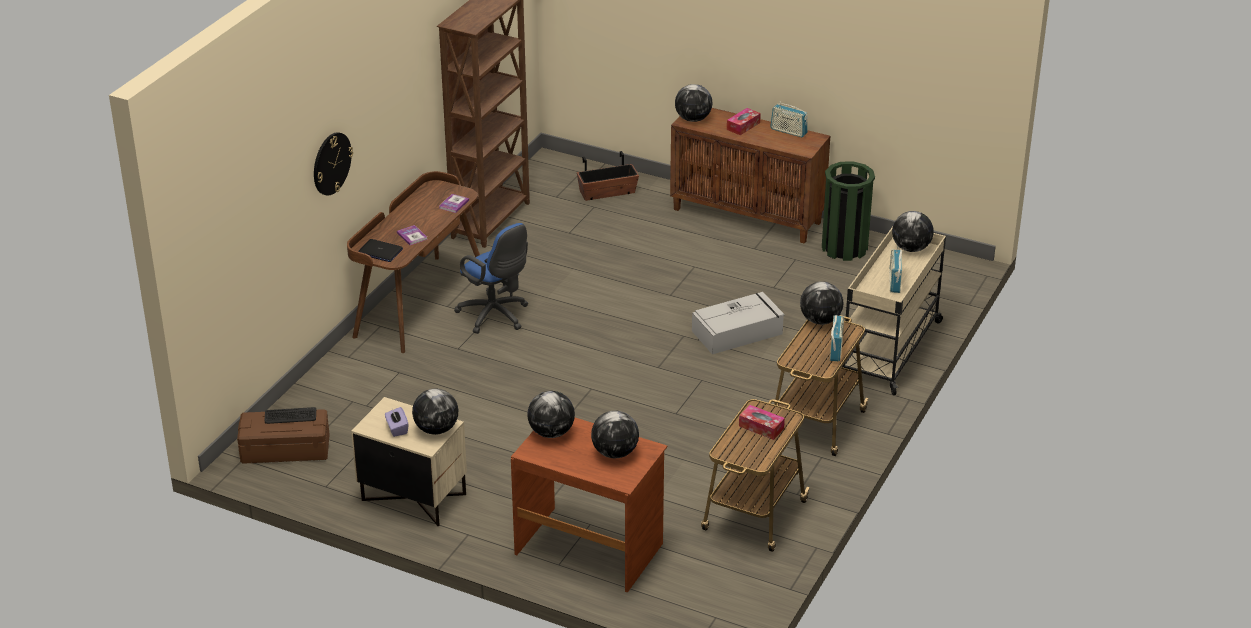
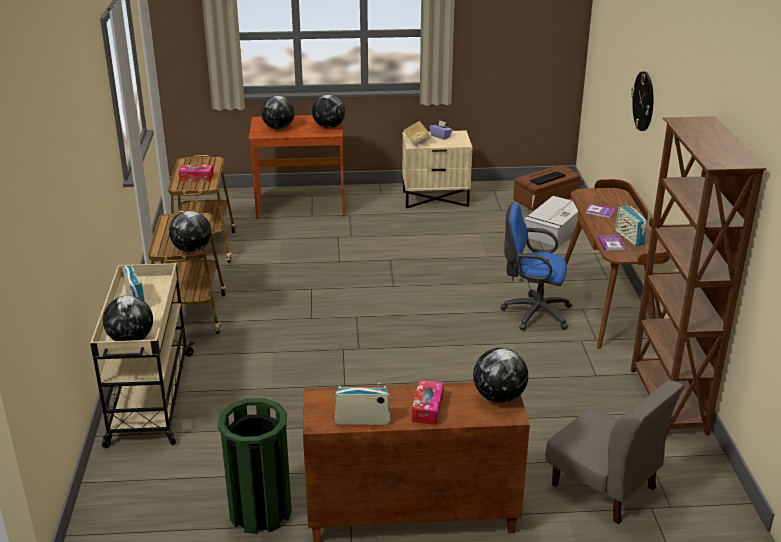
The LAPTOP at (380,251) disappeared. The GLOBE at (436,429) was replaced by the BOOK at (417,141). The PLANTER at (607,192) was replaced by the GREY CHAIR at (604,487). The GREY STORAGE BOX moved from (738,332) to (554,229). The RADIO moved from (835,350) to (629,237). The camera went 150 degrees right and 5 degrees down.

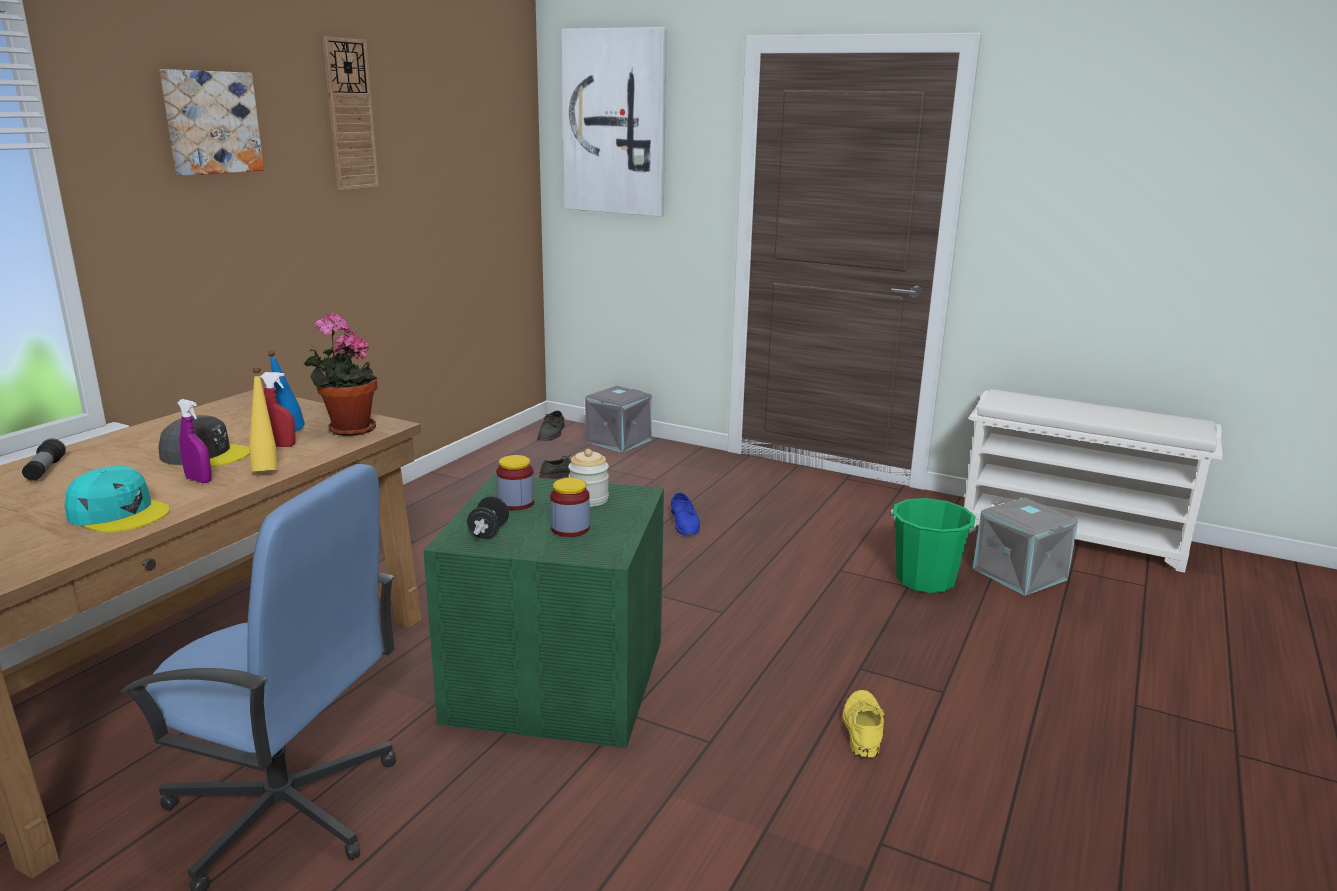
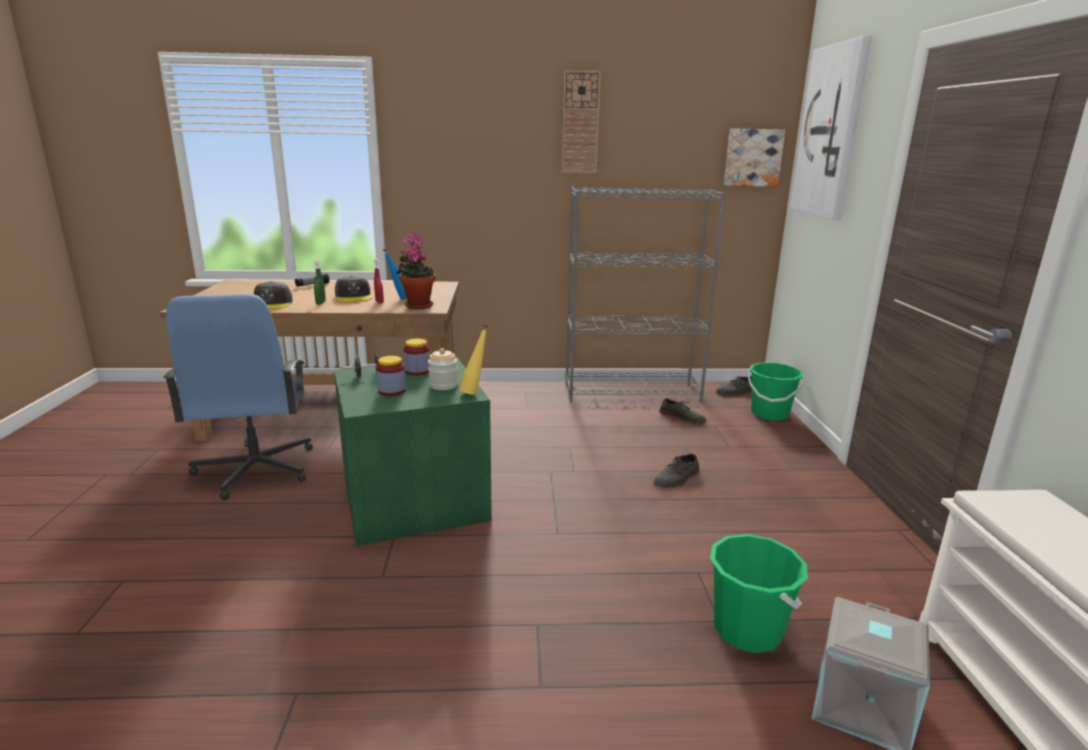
The TURQUOISE CAP at (119,513) became the GREY CAP at (272,304). The PICTURE moved from (210,122) to (752,157). The PURPLE SPRAY BOTTLE at (199,480) became the GREEN SPRAY BOTTLE at (320,303). The YELLOW BOTTLE moved from (266,469) to (475,392). The GREY STORAGE BOX at (618,440) was replaced by the GREEN BUCKET at (769,414). The BLUE SHOE at (685,522) became the GREY SHOE at (677,478). The YELLOW SHOE at (862,727) disappeared. The GREY BOOKCASE at (632,392) appeared. The camera went 60 degrees right and 0 degrees up.

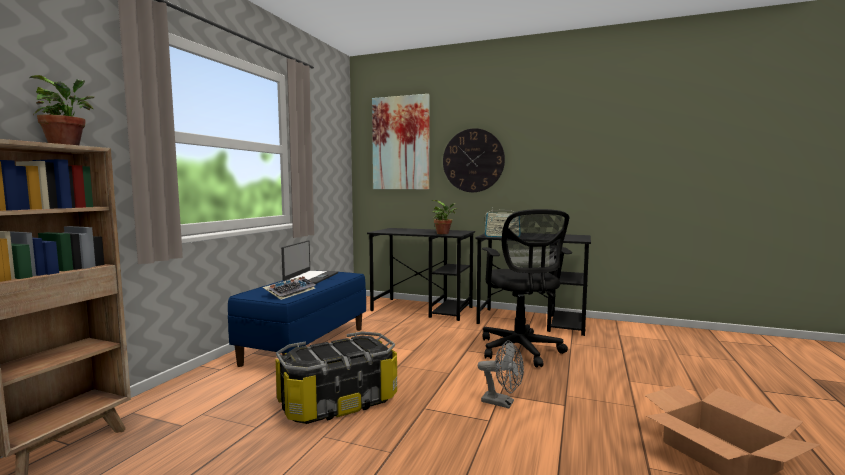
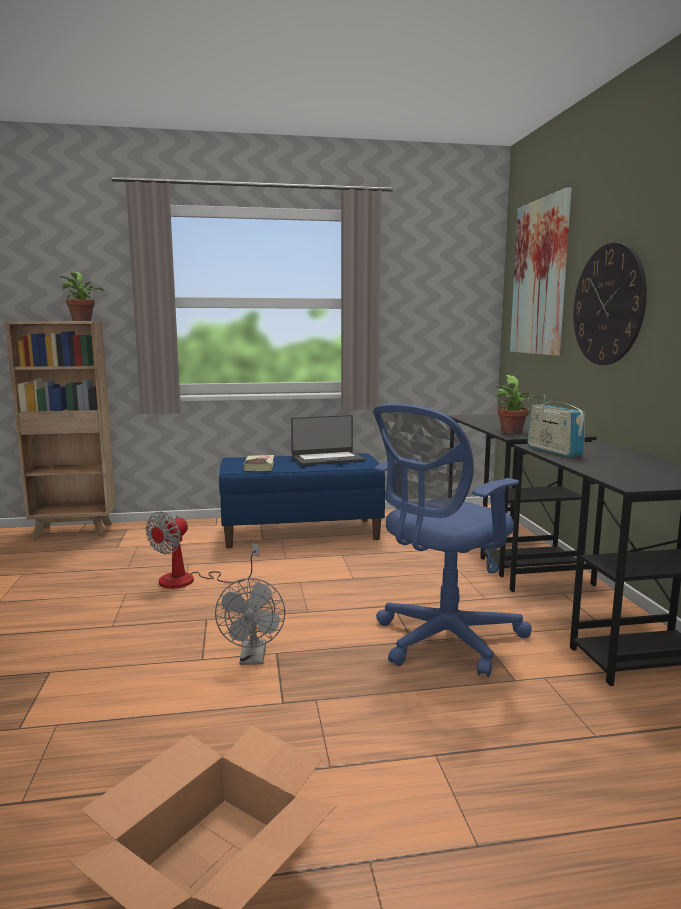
The KEYBOARD at (290,292) was replaced by the BOOK at (259,466). The STORAGE BOX at (338,402) was replaced by the FAN at (190,580). The BLACK OFFICE CHAIR at (521,351) became the BLUE OFFICE CHAIR at (442,641). The camera went 60 degrees right and 5 degrees up.

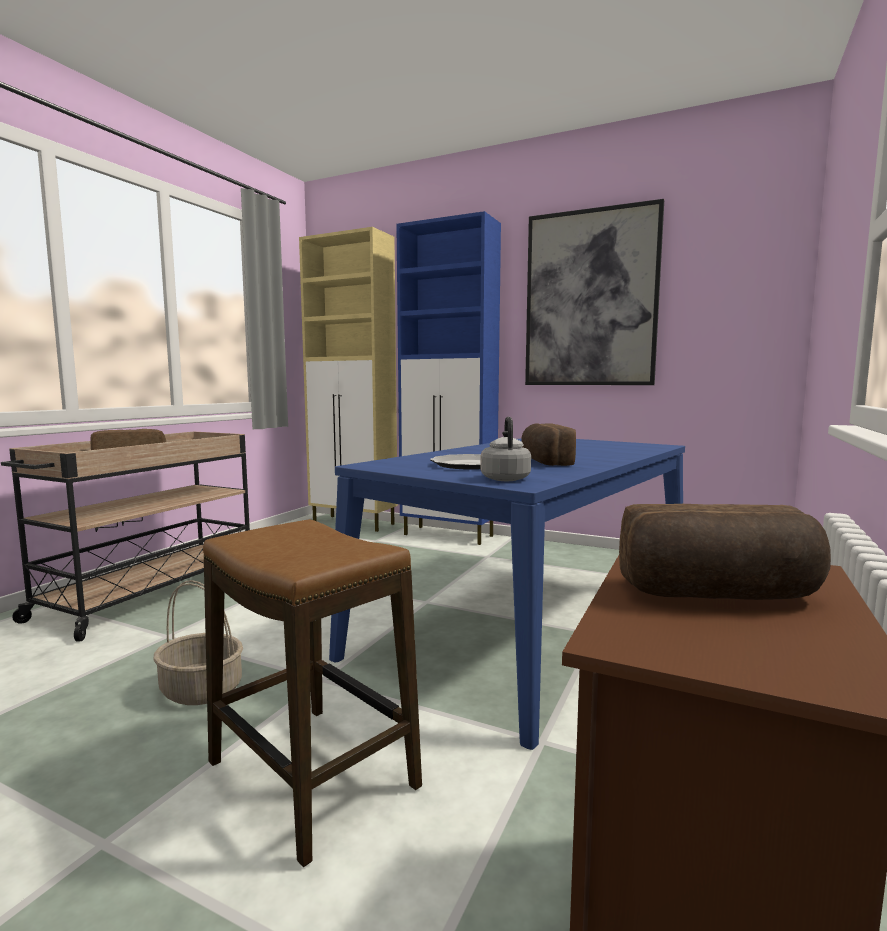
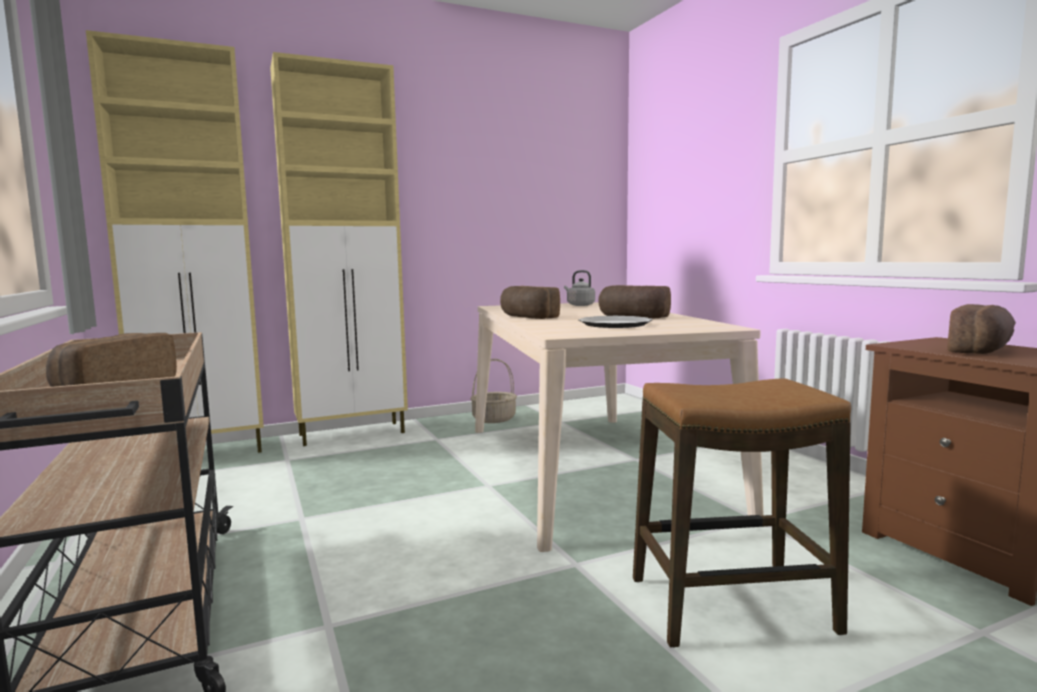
The BASKET moved from (202,690) to (494,419). The BLUE DINING TABLE at (530,621) became the BEIGE DINING TABLE at (587,467). The BLUE CABINET at (449,535) became the BEIGE CABINET at (353,433). The GREY KETTLE moved from (505,478) to (579,305). The PICTURE at (590,299) disappeared. The BREAD at (527,317) appeared. The camera went 50 degrees left and 0 degrees up.

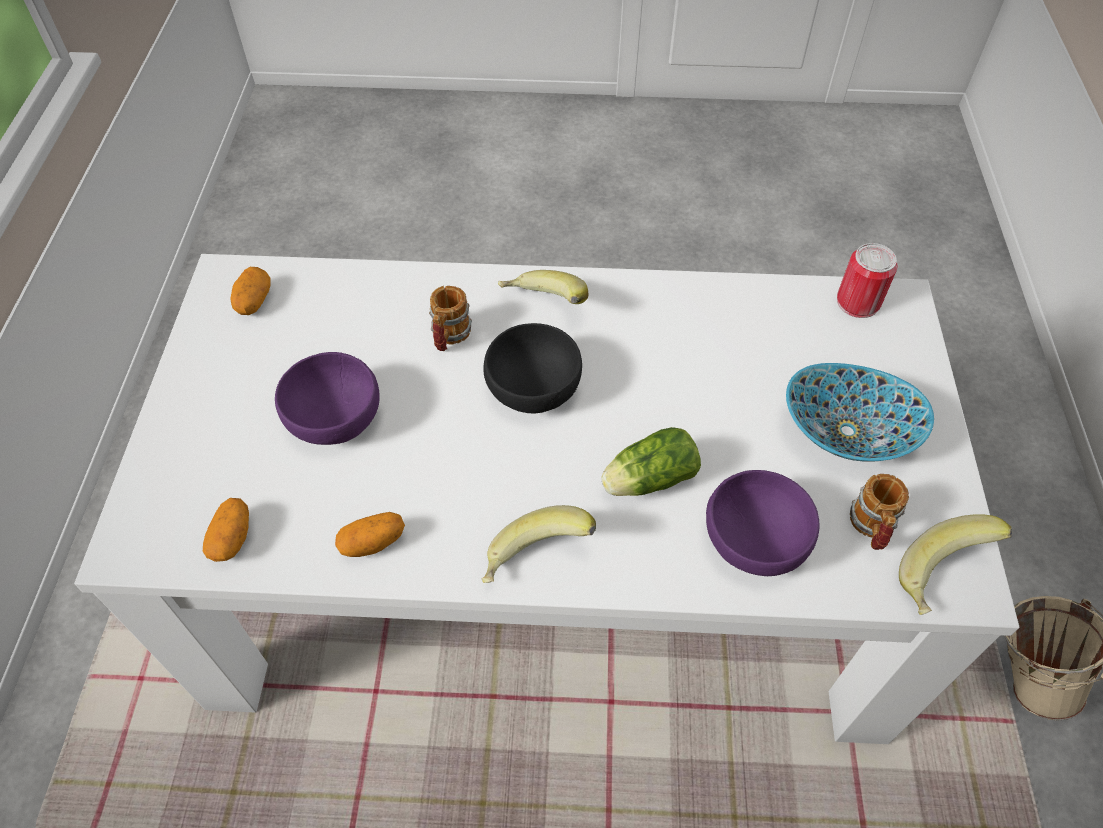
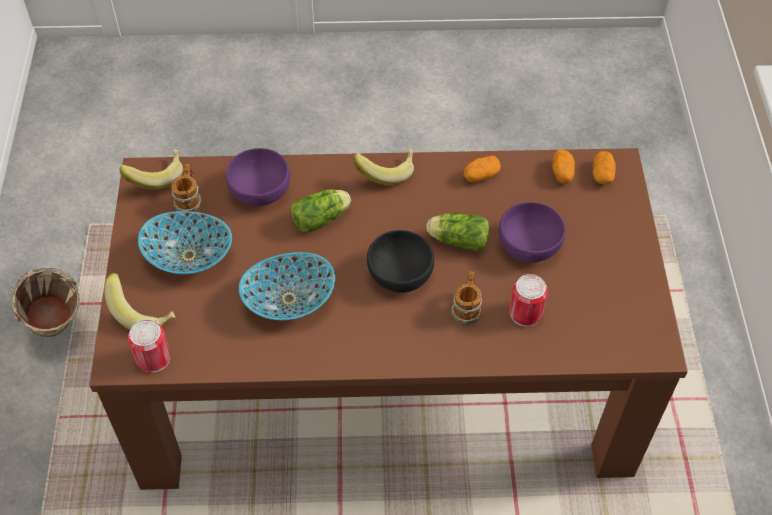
The WHITE DINING TABLE at (551,573) became the BROWN DINING TABLE at (384,377). The POTATO moved from (253,301) to (602,174). The BANANA moved from (542,306) to (142,312). The BOWL at (289,300) appeared. The LETTUCE at (456,240) appeared. The CAN at (525,313) appeared. The camera went 175 degrees right and 0 degrees up.

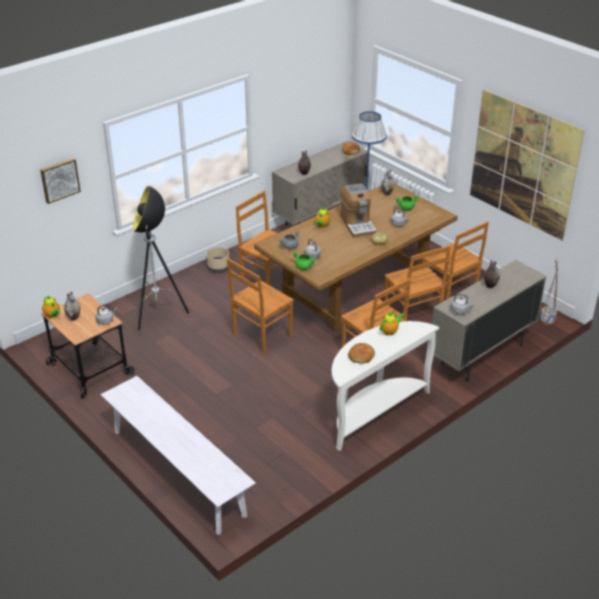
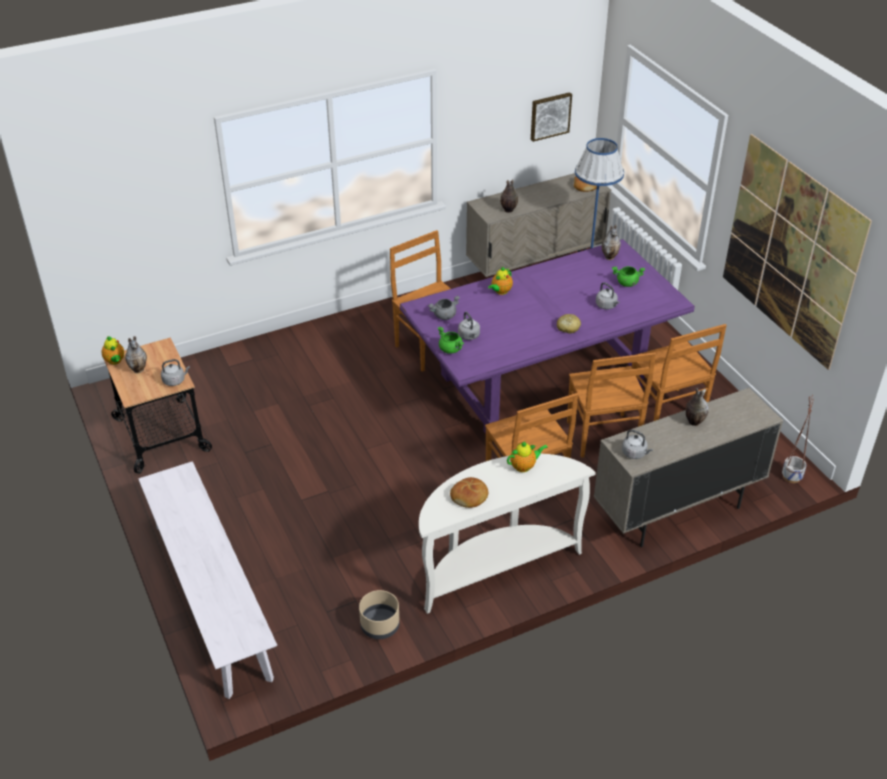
The PICTURE moved from (59,180) to (549,115). The FLOOR LAMP at (158,314) disappeared. The BEIGE PLANTER moved from (218,268) to (379,625). The BROWN CHAIR at (261,336) disappeared. The BROWN DINING TABLE at (355,288) became the PURPLE DINING TABLE at (541,380). The COFFEE MACHINE at (357,224) disappeared. The camera went 15 degrees right and 5 degrees up.

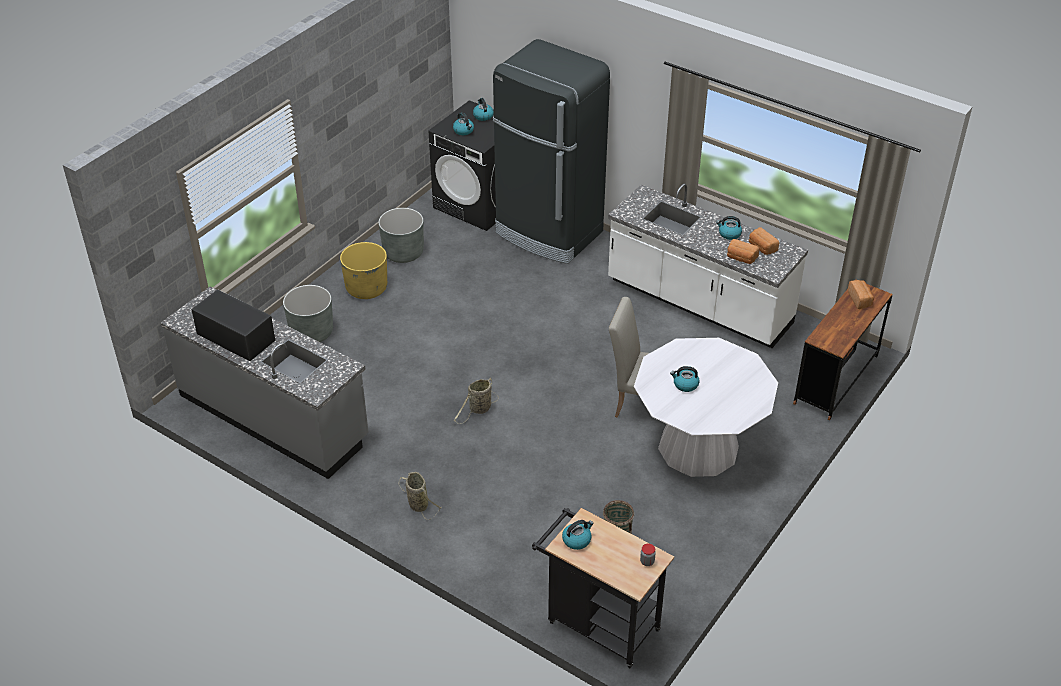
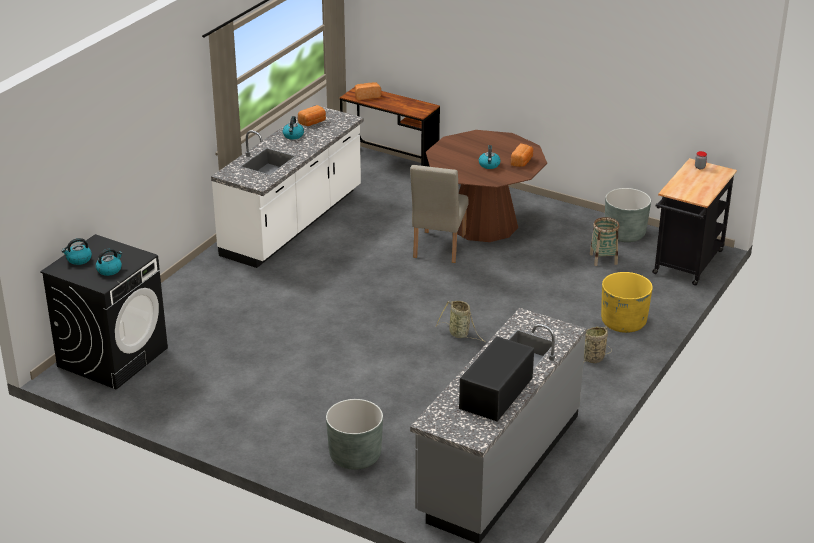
The YELLOW PLANTER moved from (366,288) to (623,322). The GREY PLANTER moved from (403,252) to (624,234). The BLACK FRIDGE at (548,233) disappeared. The KETTLE at (577,540) disappeared. The WHITE DINING TABLE at (698,447) became the BROWN DINING TABLE at (483,224). The BREAD moved from (741,258) to (522,162). The camera went 95 degrees left and 10 degrees down.

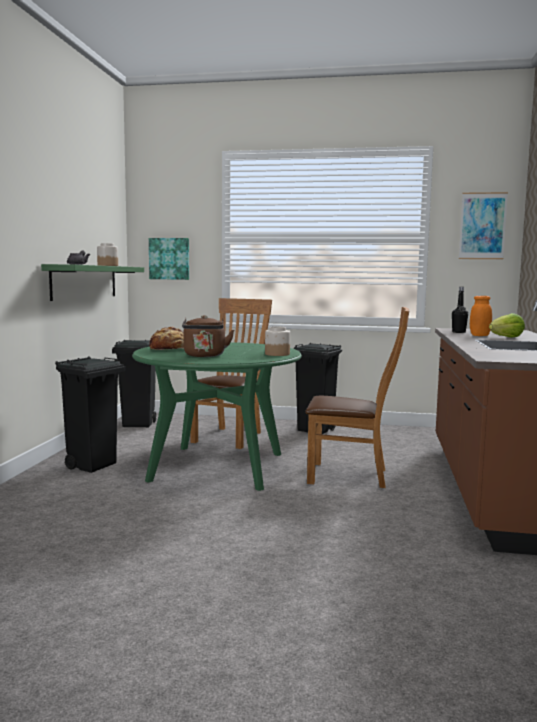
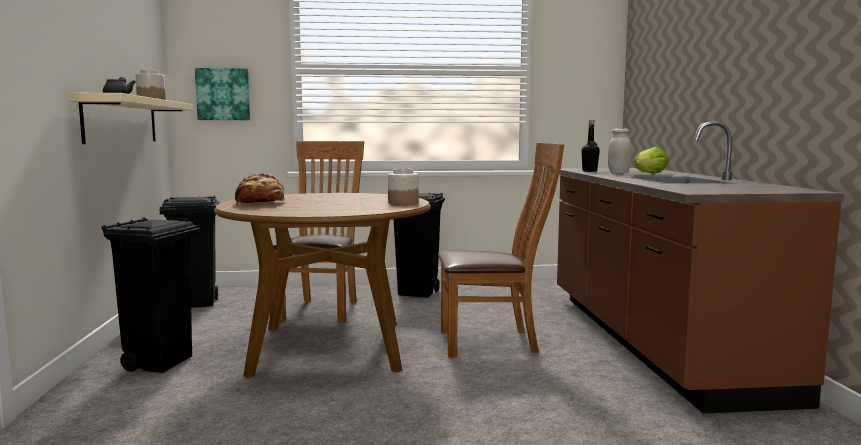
The GREEN SHELF at (85,282) became the BEIGE SHELF at (121,121). The GREEN DINING TABLE at (217,467) became the BROWN DINING TABLE at (328,347). The BROWN KETTLE at (204,356) disappeared. The PICTURE at (482,226) disappeared. The ORANGE JAR at (480,335) became the WHITE JAR at (618,173). The camera went 15 degrees left and 0 degrees up.

